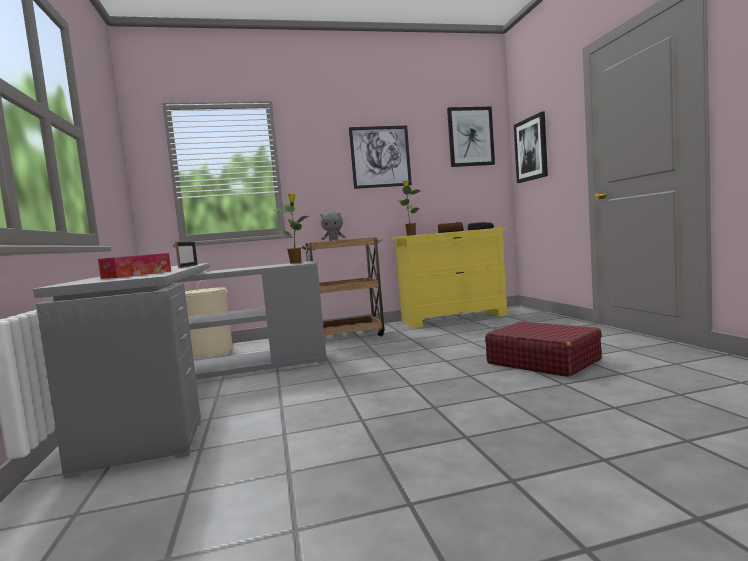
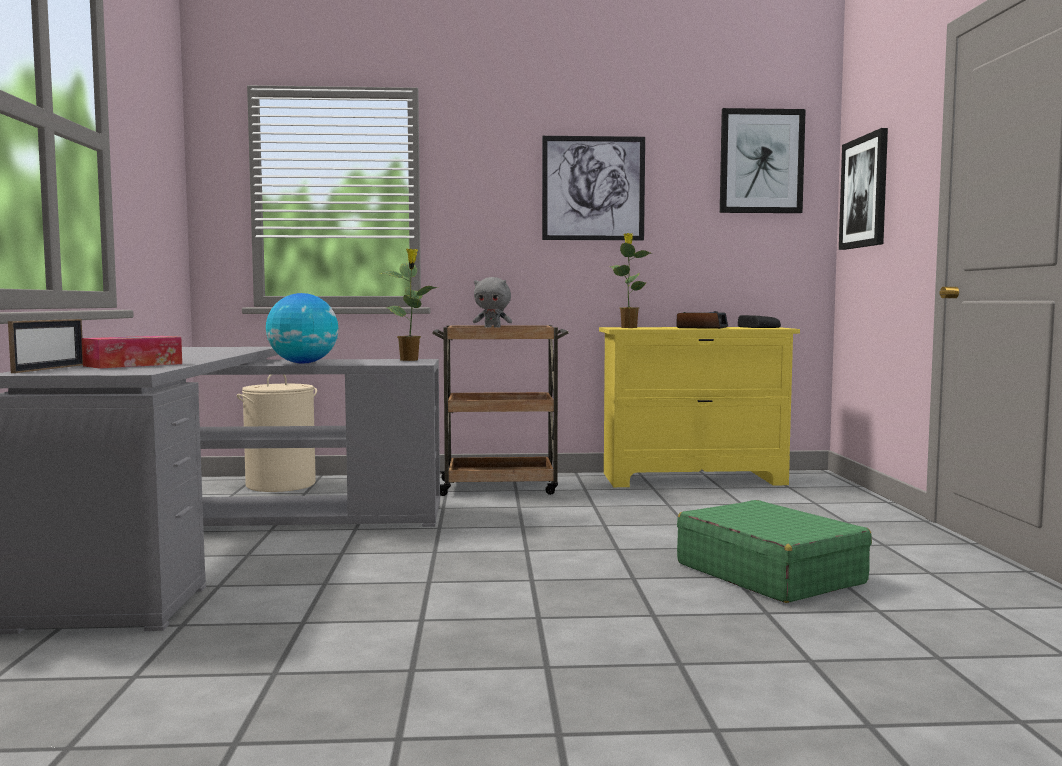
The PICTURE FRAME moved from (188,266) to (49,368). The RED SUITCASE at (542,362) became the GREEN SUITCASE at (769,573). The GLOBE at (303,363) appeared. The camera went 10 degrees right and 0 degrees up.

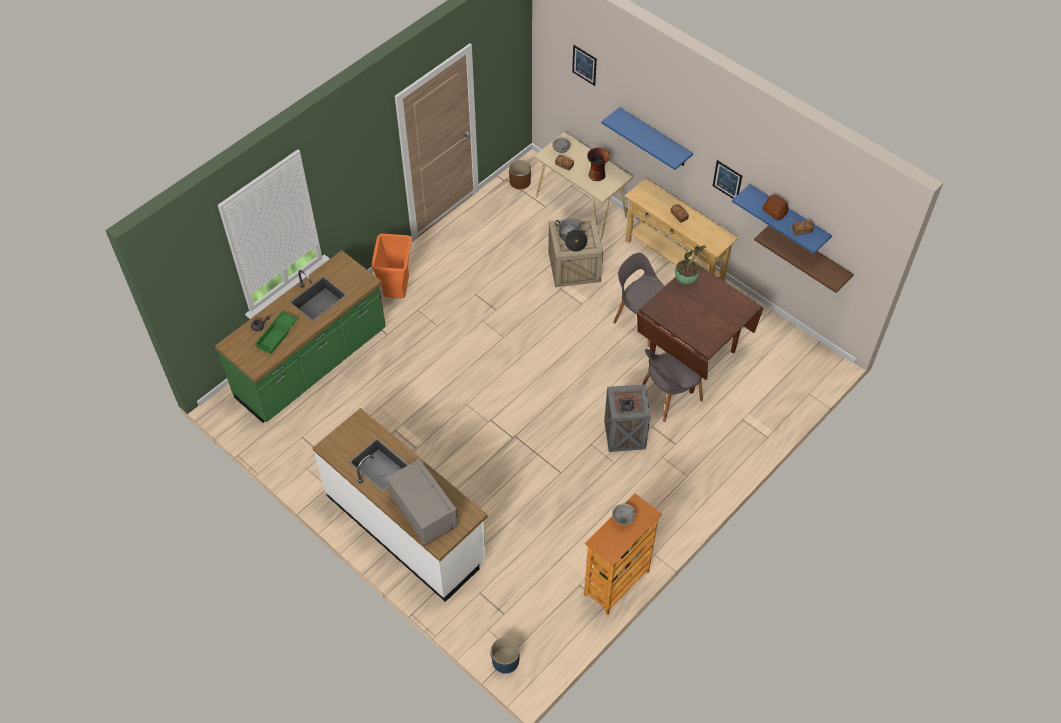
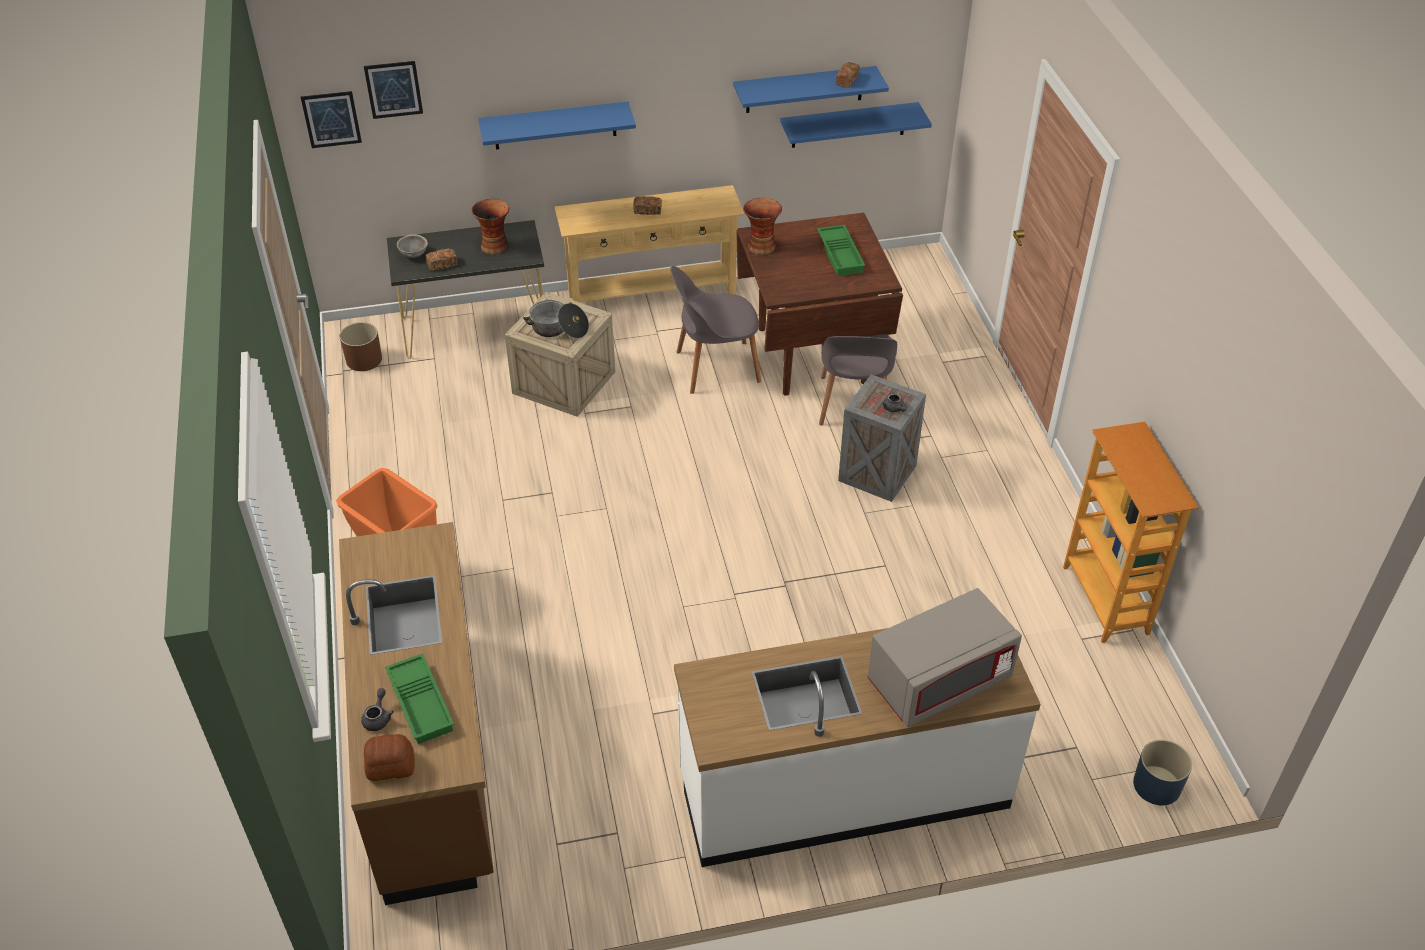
The GREEN COUNTER at (312,365) became the BROWN COUNTER at (431,758). The GREY MICROWAVE at (423,512) turned 150 degrees clockwise. The BEIGE CONSOLE TABLE at (581,207) became the BLACK CONSOLE TABLE at (476,328). The GREY BOWL at (623,519) disappeared. The POTTED PLANT at (686,279) was replaced by the VASE at (761,246). The PICTURE moved from (727,180) to (331,119). The BROWN SHELF at (810,255) became the BLUE SHELF at (848,125). The BREAD moved from (774,211) to (390,765). The GREEN TRAY at (841,254) appeared. The camera went 55 degrees left and 10 degrees down.

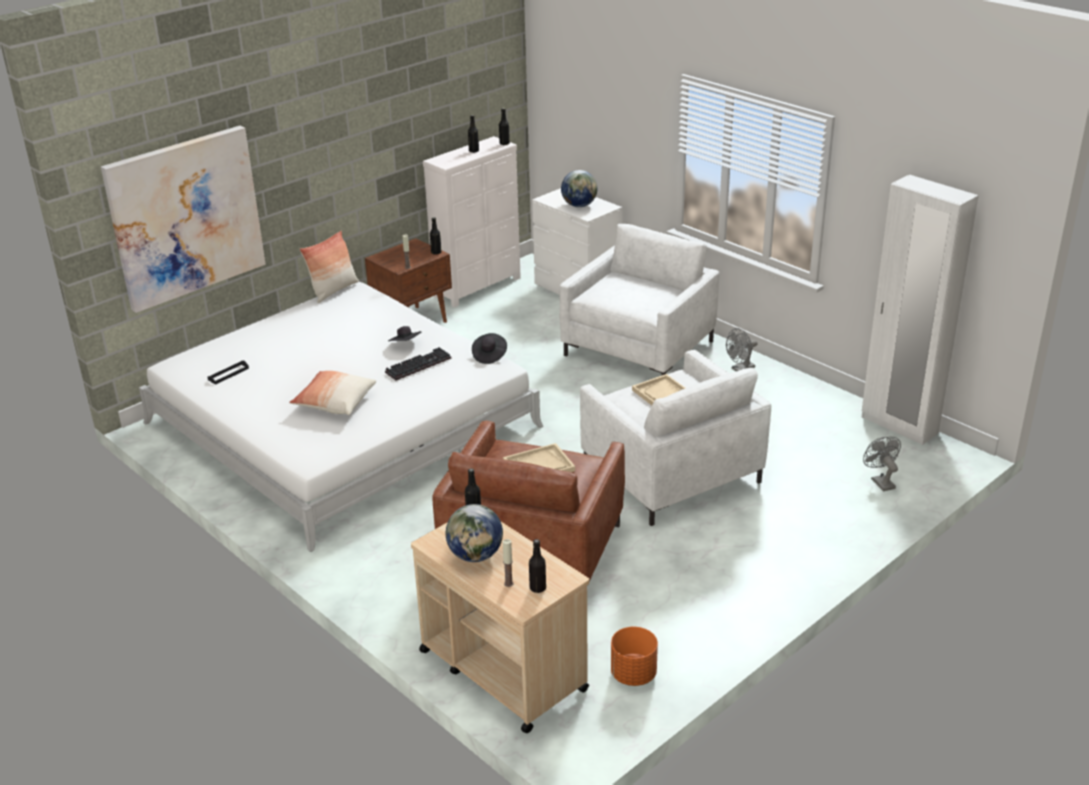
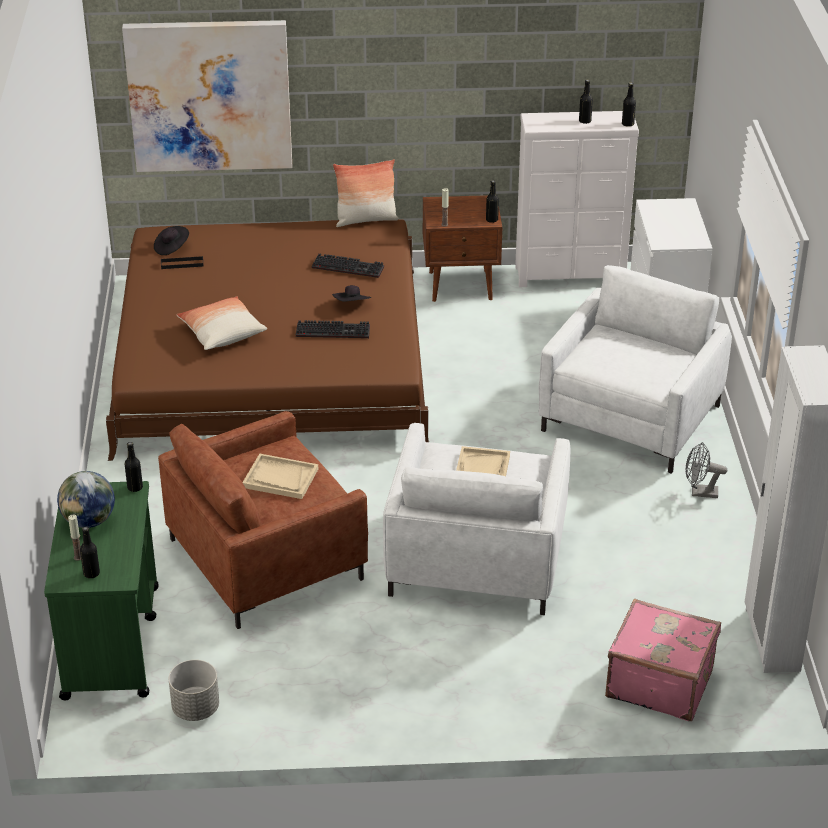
The WHITE BED at (341,425) became the BROWN BED at (271,359). The BEIGE CART at (502,669) became the GREEN CART at (112,640). The BLACK HAT moved from (489,355) to (171,248). The WHITE ARMCHAIR at (639,348) turned 45 degrees counterclockwise. The GLOBE at (579,205) disappeared. The ORANGE PLANTER at (633,675) became the GREY PLANTER at (195,709). The GREY FAN at (880,481) was replaced by the PINK SUITCASE at (659,682). The KEYBOARD at (349,267) appeared. The camera went 40 degrees right and 5 degrees up.

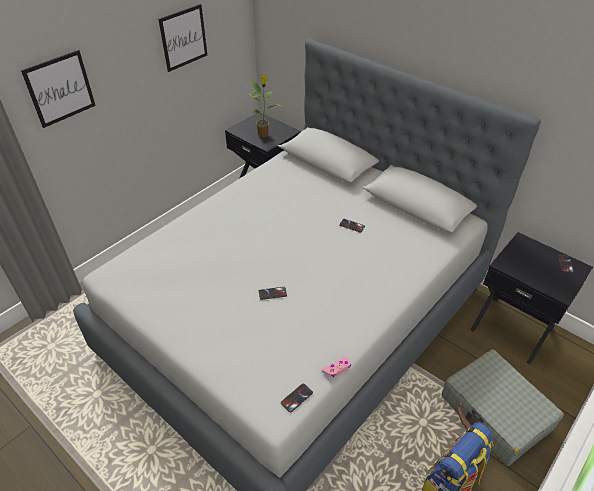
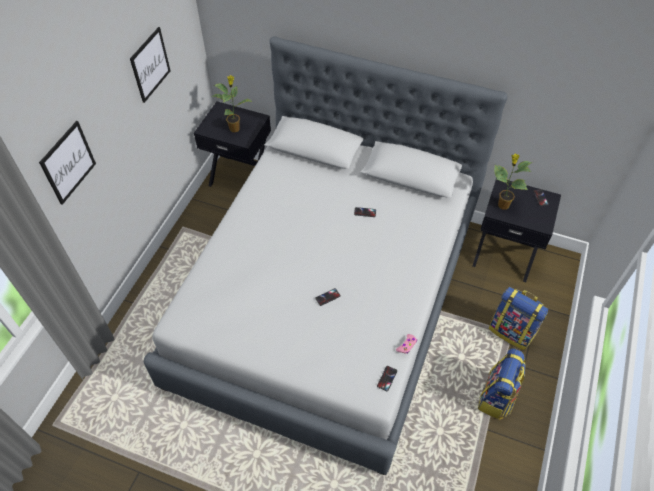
The GREY SUITCASE at (495,413) was replaced by the BACKPACK at (512,331). The POTTED PLANT at (502,205) appeared. The camera went 20 degrees left and 10 degrees up.

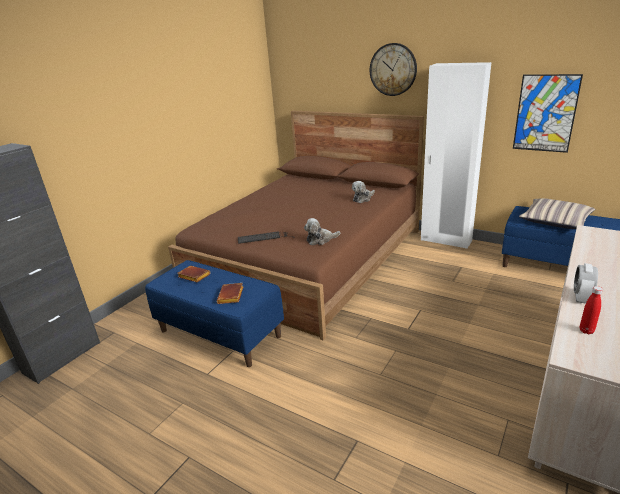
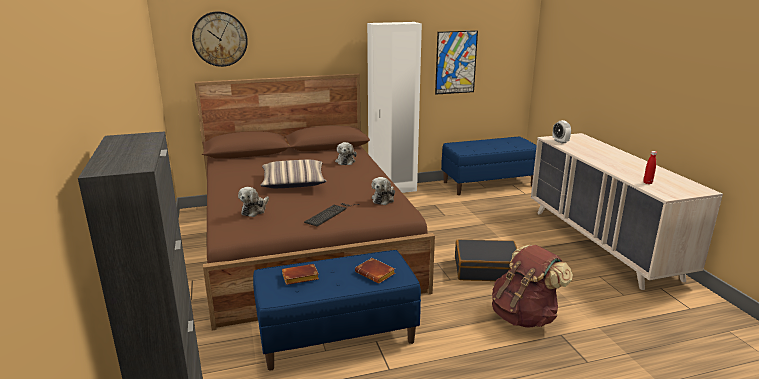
The WALL CLOCK moved from (393,69) to (220,39). The PILLOW moved from (555,221) to (293,182). The ALARM CLOCK moved from (581,297) to (560,141). The PLUSH TOY at (254,210) appeared. The BLACK SUITCASE at (486,269) appeared. The BROWN BACKPACK at (524,316) appeared. The camera went 50 degrees left and 5 degrees down.

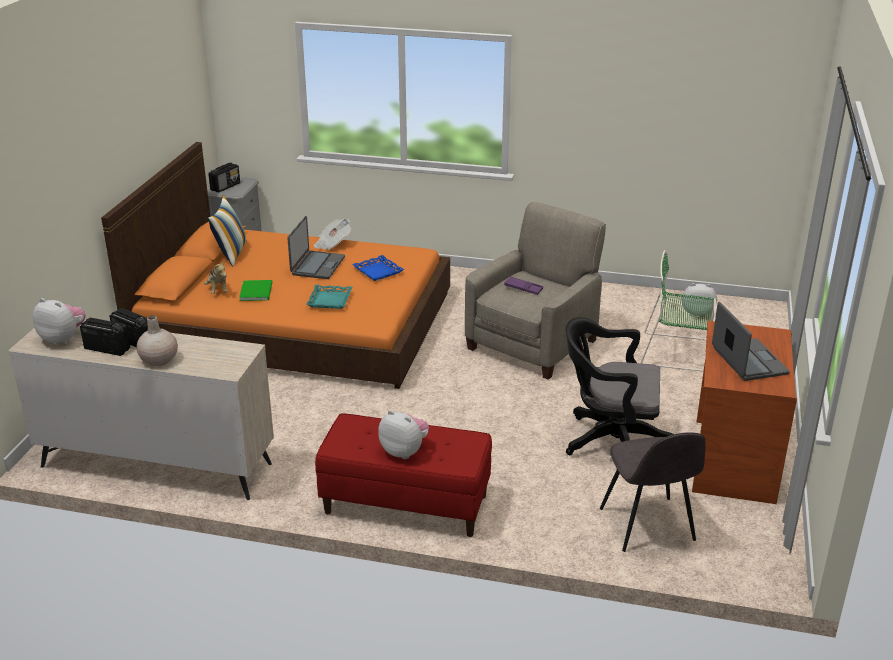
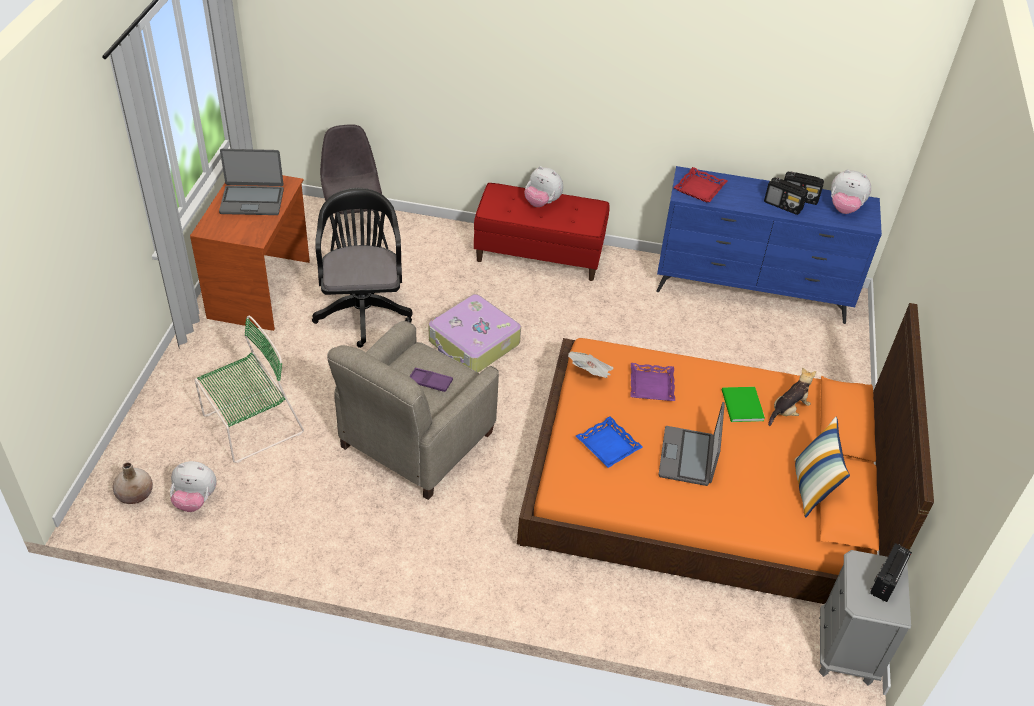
The BEIGE DRESSER at (156,464) became the BLUE DRESSER at (752,292). The BEIGE VASE moved from (158,360) to (136,495). The PLUSH TOY at (218,290) turned 75 degrees clockwise. The TURQUOISE TRAY at (329,300) became the PURPLE TRAY at (652,386). The NEWSPAPER moved from (332,244) to (590,373). The BLACK OFFICE CHAIR at (610,442) turned 105 degrees counterclockwise. The GREEN CHAIR at (679,352) turned 45 degrees counterclockwise. The LAPTOP at (748,361) turned 75 degrees counterclockwise. The SUITCASE at (474,343) appeared. The RED TRAY at (700,189) appeared. The camera went 175 degrees right and 15 degrees up.

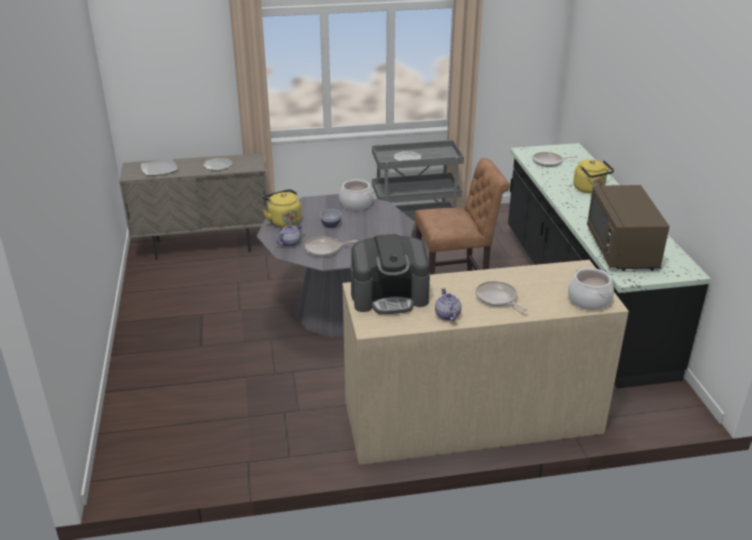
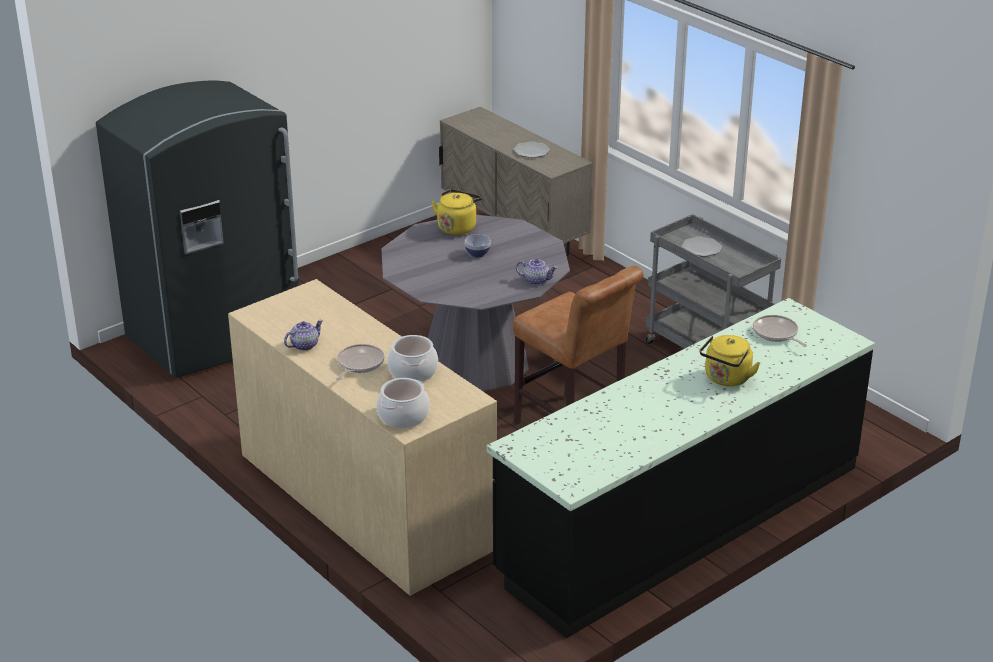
The PLATE at (159,169) disappeared. The TEAPOT moved from (290,243) to (536,280). The FRYING PAN at (325,249) disappeared. The COOKING POT moved from (356,204) to (412,372). The COFFEE MACHINE at (389,296) disappeared. The BROWN MICROWAVE at (622,249) disappeared. The GREY FRIDGE at (216,335) appeared. The camera went 60 degrees right and 0 degrees up.

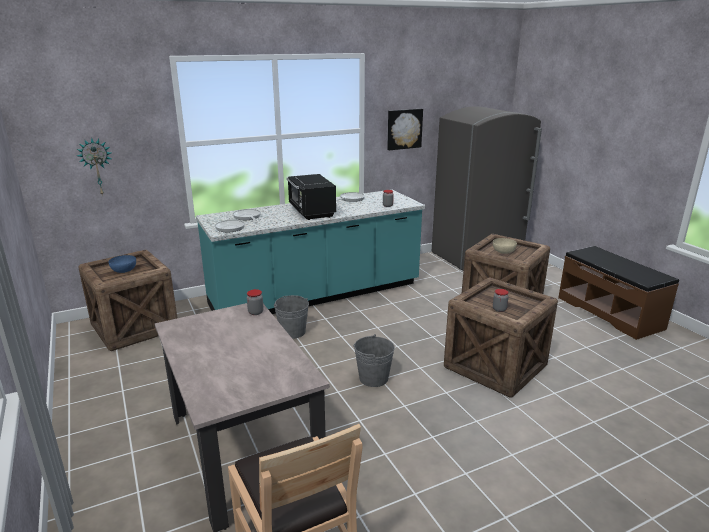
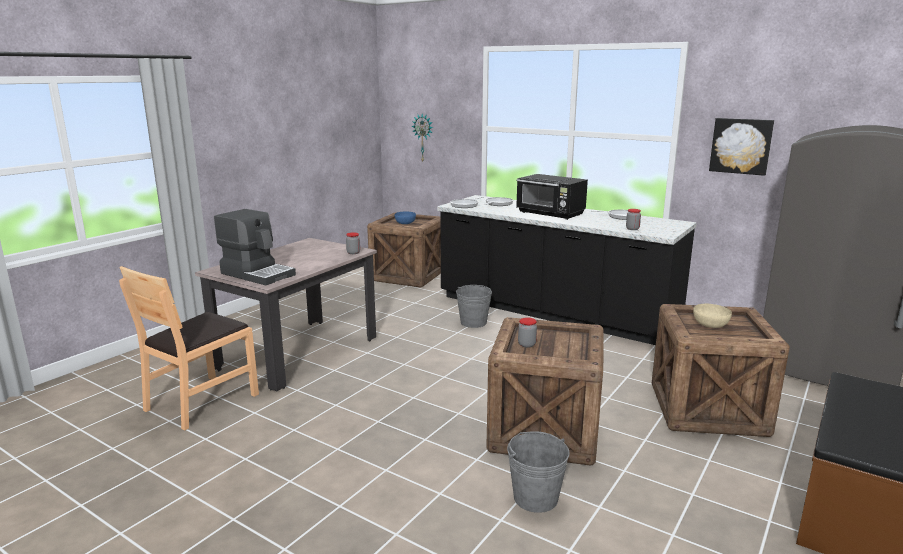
The TURQUOISE COUNTER at (316,295) became the BLACK COUNTER at (554,312). The BLACK MICROWAVE at (311,212) turned 90 degrees counterclockwise. The GREY BUCKET moved from (373,378) to (535,497). The COFFEE MACHINE at (258,274) appeared. The camera went 60 degrees right and 5 degrees down.

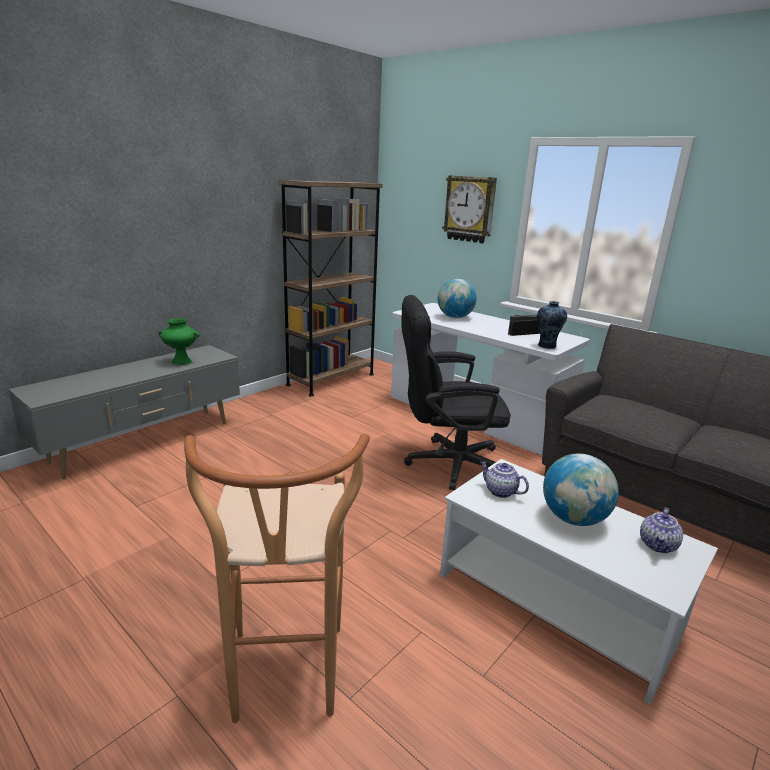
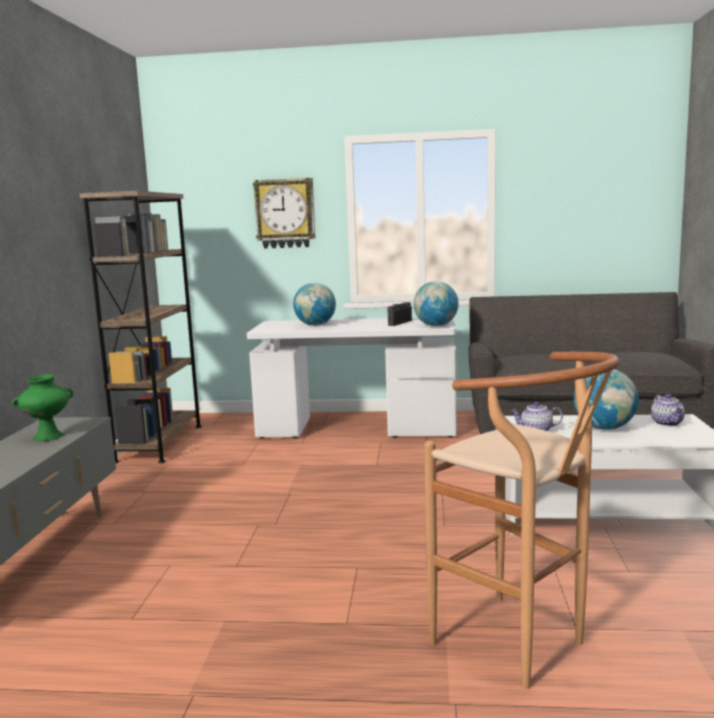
The BLACK OFFICE CHAIR at (446,463) disappeared. The VASE at (546,346) was replaced by the GLOBE at (436,326). The camera went 35 degrees left and 10 degrees down.

